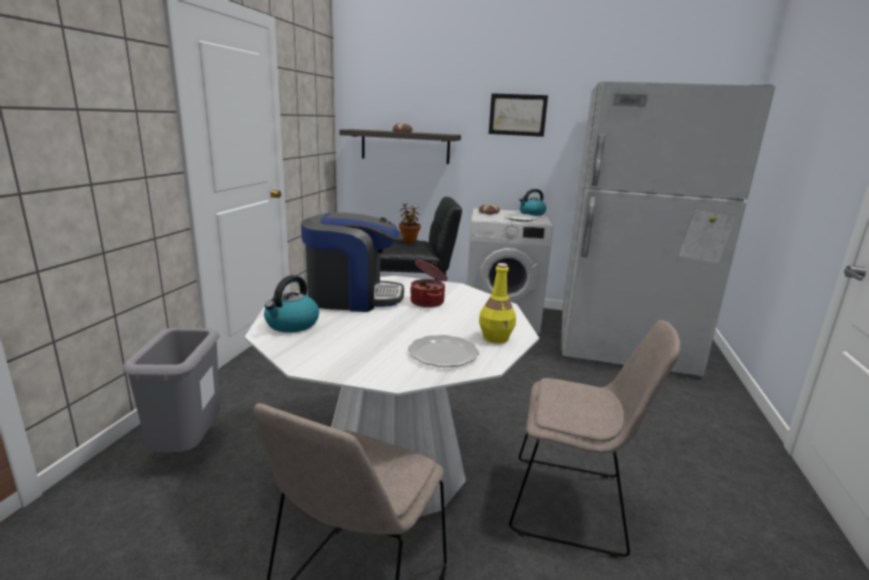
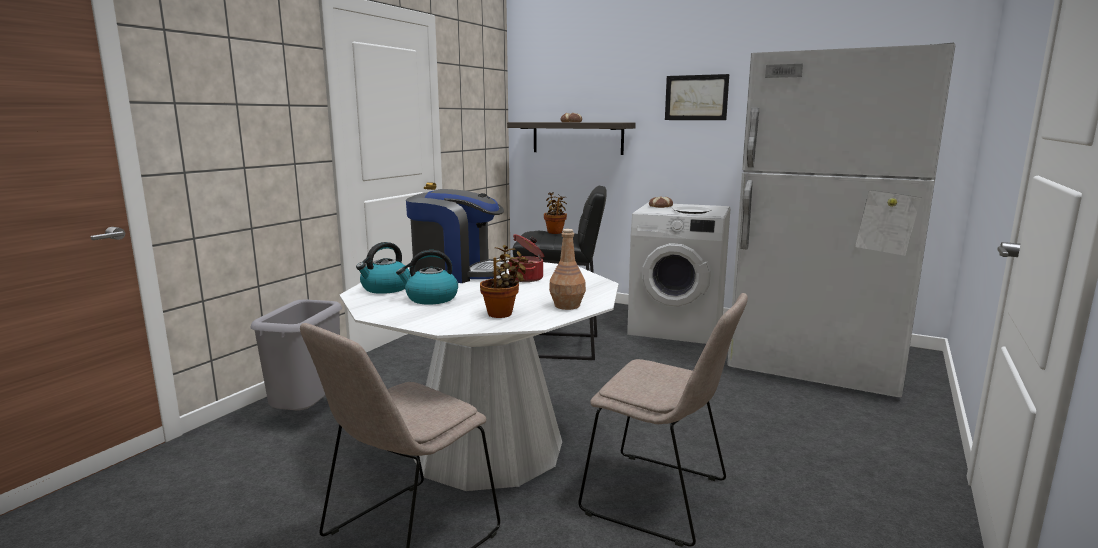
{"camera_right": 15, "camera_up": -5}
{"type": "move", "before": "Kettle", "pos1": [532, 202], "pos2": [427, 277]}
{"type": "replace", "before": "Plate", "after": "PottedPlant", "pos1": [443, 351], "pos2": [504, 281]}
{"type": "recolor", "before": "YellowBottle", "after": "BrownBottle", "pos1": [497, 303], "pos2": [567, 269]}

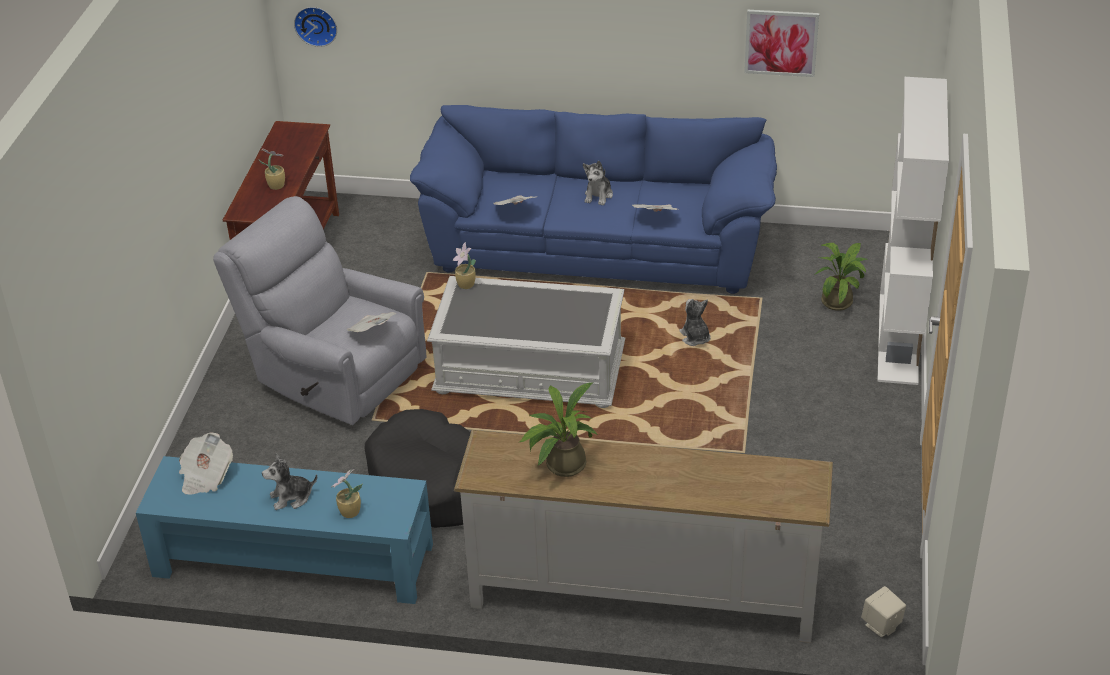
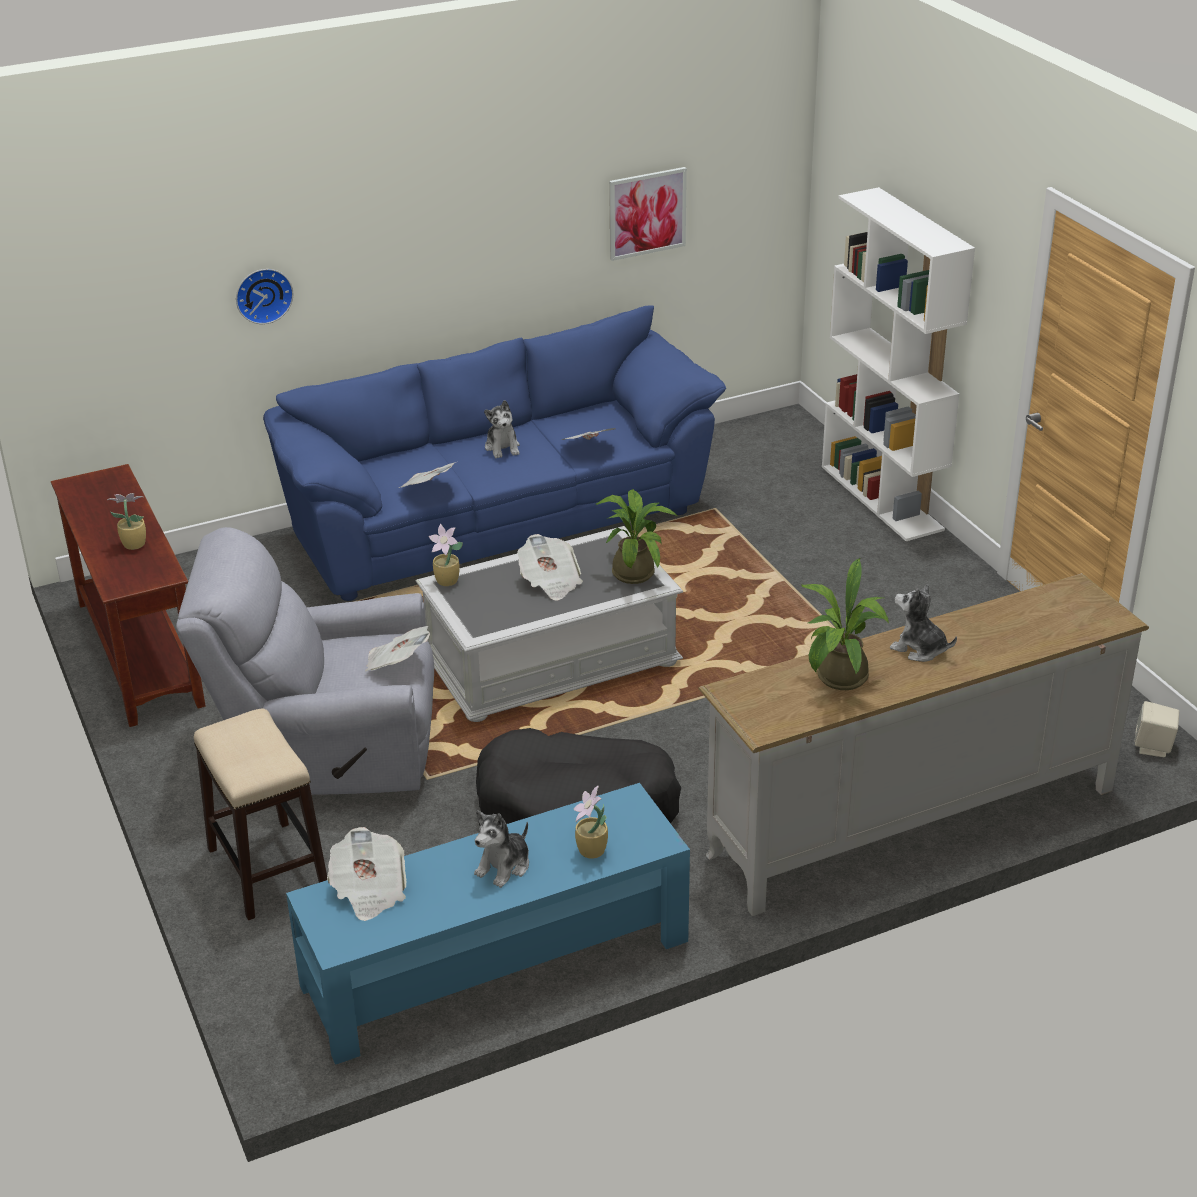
{"camera_right": -35, "camera_up": -5}
{"type": "insert", "after": "Stool", "pos2": [260, 814]}
{"type": "move", "before": "WallClock", "pos1": [315, 27], "pos2": [264, 296]}
{"type": "insert", "after": "Newspaper", "pos2": [550, 567]}
{"type": "move", "before": "PottedPlant", "pos1": [840, 277], "pos2": [636, 536]}
{"type": "move", "before": "PlushToy", "pos1": [695, 322], "pos2": [923, 623]}

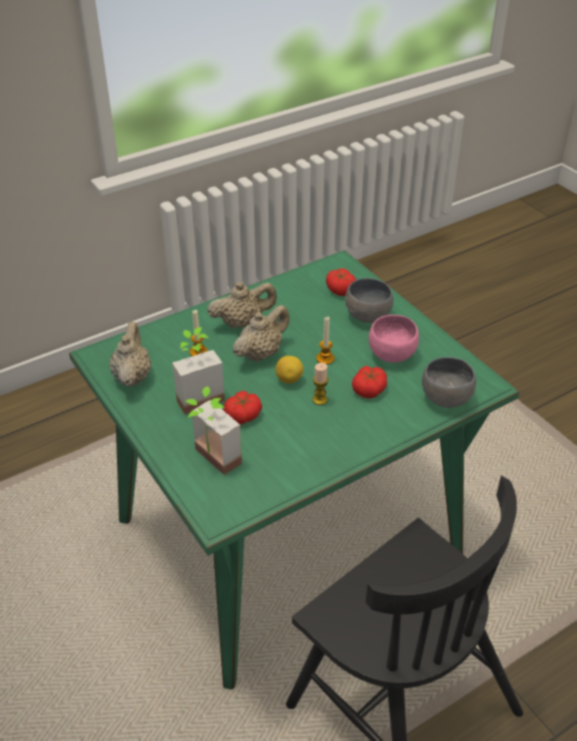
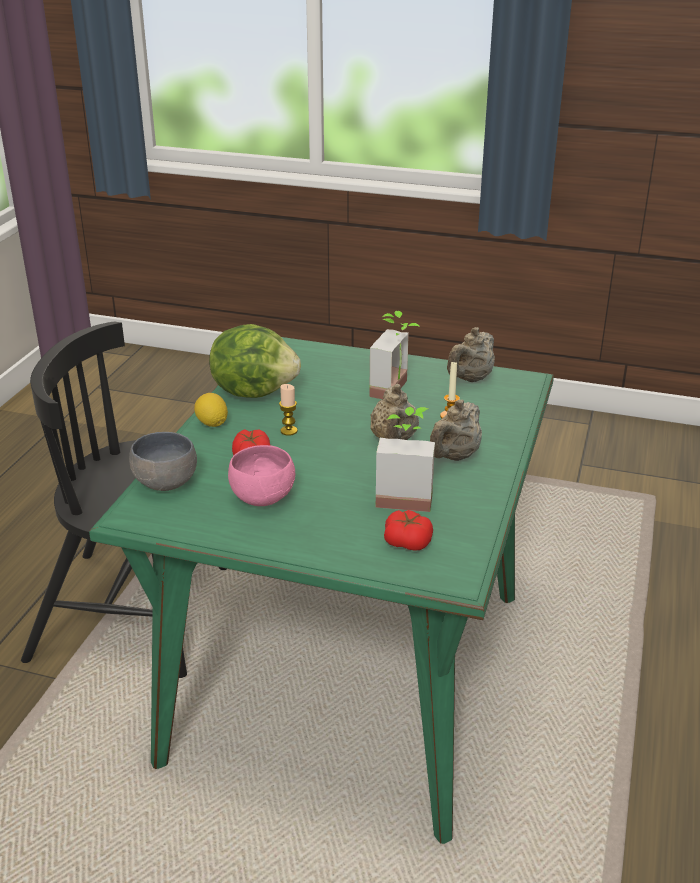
{"camera_right": 140, "camera_up": -10}
{"type": "move", "before": "Lemon", "pos1": [289, 370], "pos2": [211, 410]}
{"type": "insert", "after": "Lettuce", "pos2": [255, 361]}
{"type": "move", "before": "PottedPlant", "pos1": [213, 430], "pos2": [405, 459]}
{"type": "rotate", "before": "BeigeTeapot", "pos1": [130, 354], "pos2": [471, 354], "turn": 75}
{"type": "delete", "before": "Tomato", "pos1": [242, 408]}
{"type": "delete", "before": "Candle", "pos1": [325, 340]}
{"type": "delete", "before": "GreyBowl", "pos1": [369, 300]}

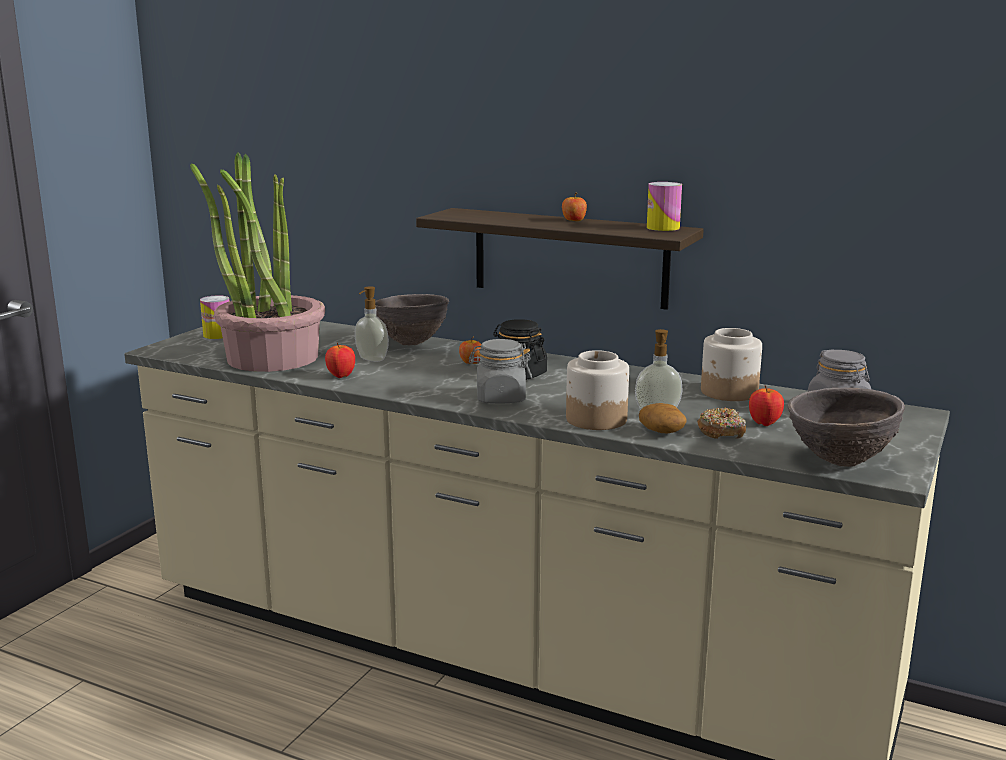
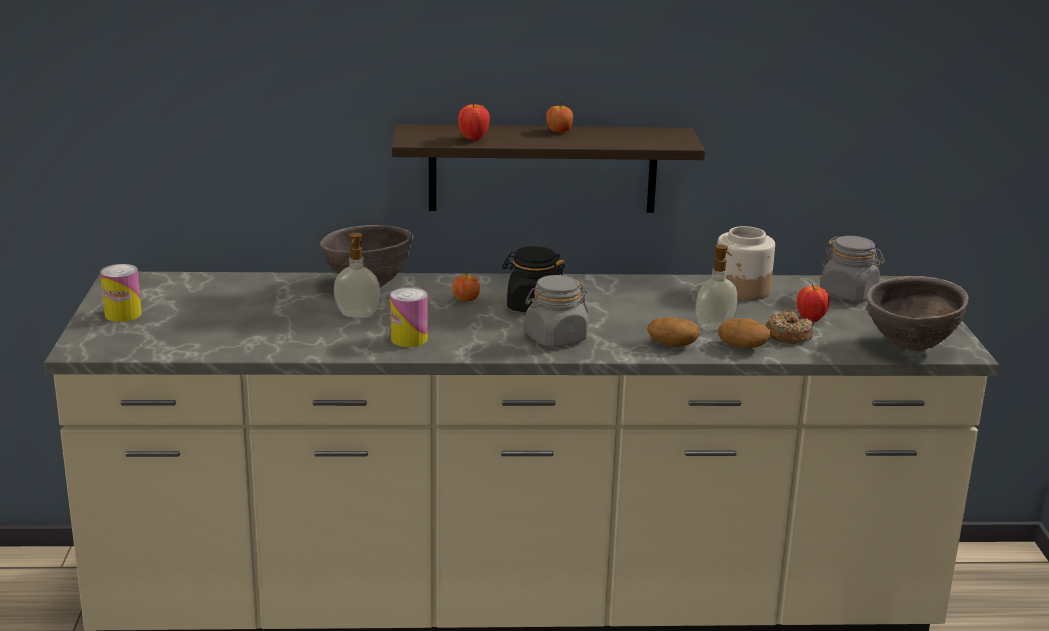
{"camera_right": -30, "camera_up": 5}
{"type": "move", "before": "Can", "pos1": [664, 206], "pos2": [409, 317]}
{"type": "move", "before": "Apple", "pos1": [340, 360], "pos2": [474, 121]}
{"type": "replace", "before": "Jar", "after": "Potato", "pos1": [597, 390], "pos2": [673, 332]}
{"type": "delete", "before": "PottedPlant", "pos1": [257, 262]}

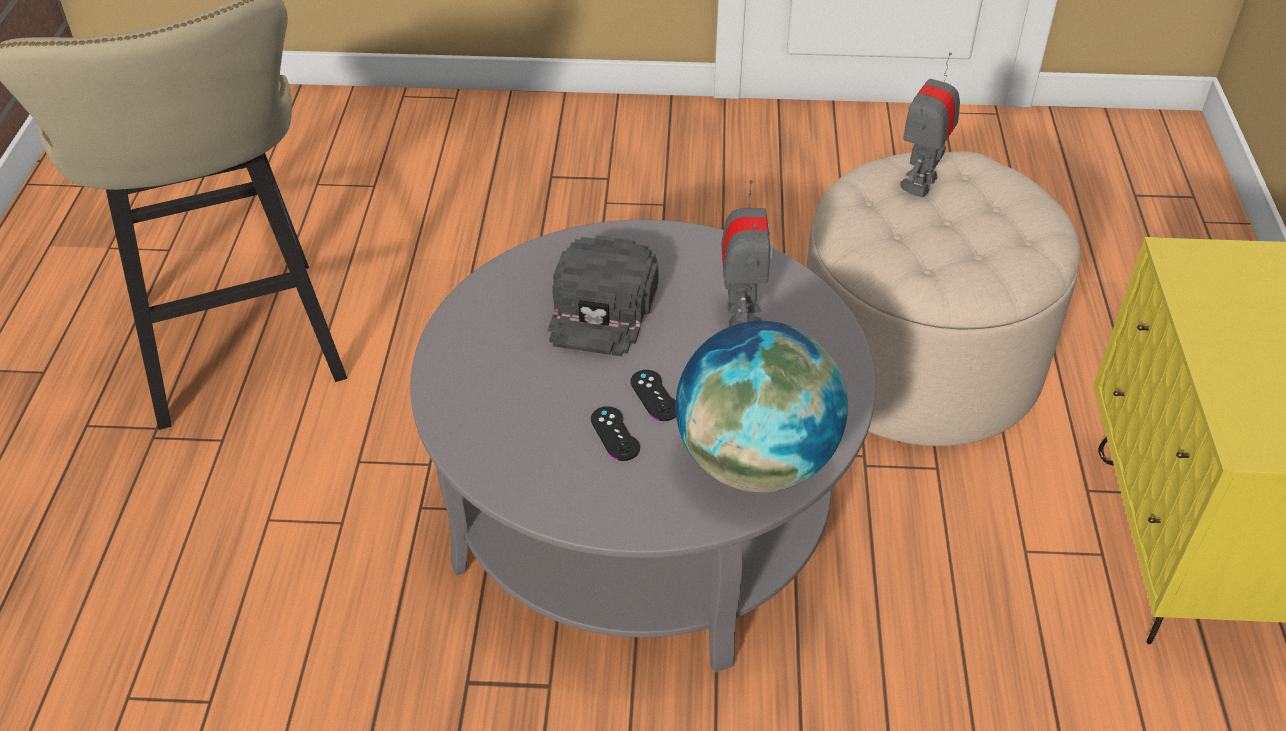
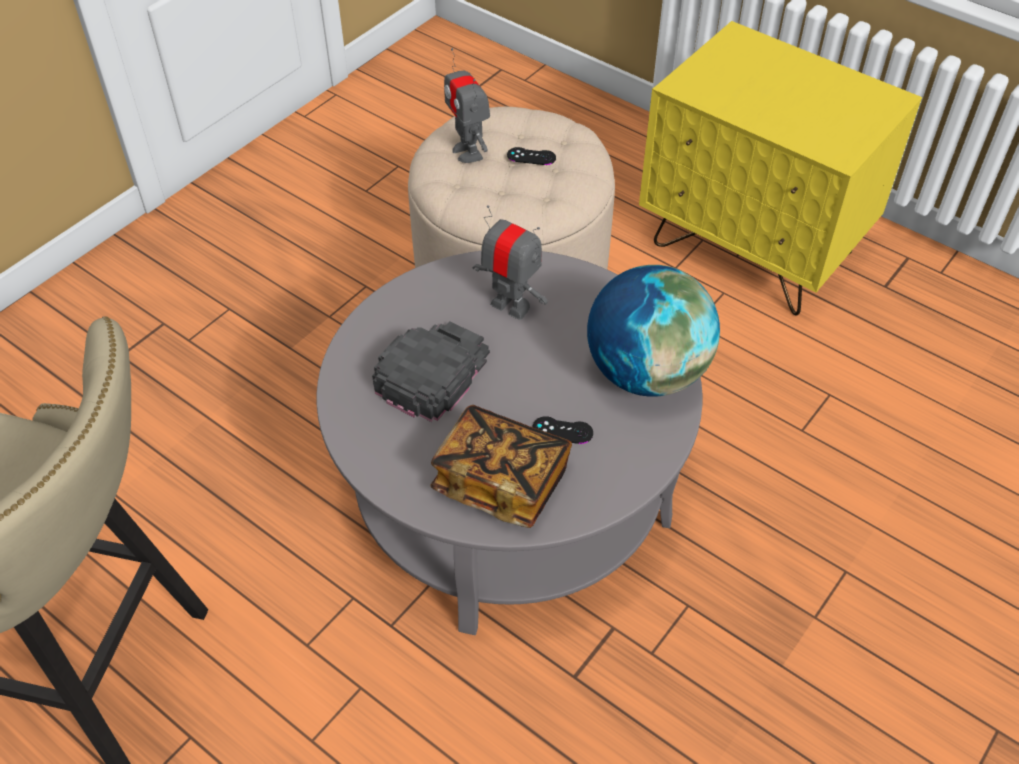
{"camera_right": -55, "camera_up": 5}
{"type": "rotate", "before": "BlackCap", "pos1": [603, 296], "pos2": [431, 371], "turn": -105}
{"type": "insert", "after": "Book", "pos2": [501, 466]}
{"type": "move", "before": "BlackGameController", "pos1": [653, 395], "pos2": [531, 156]}

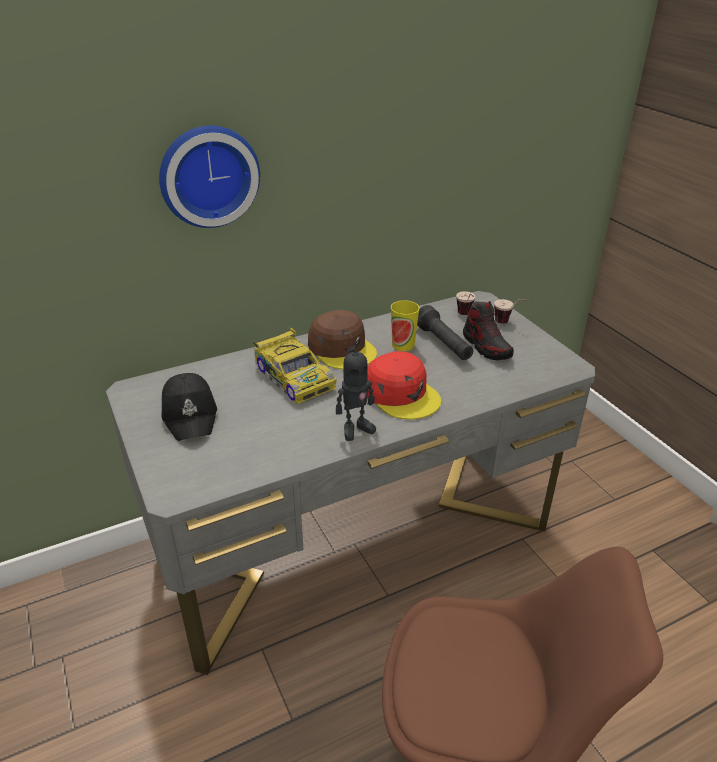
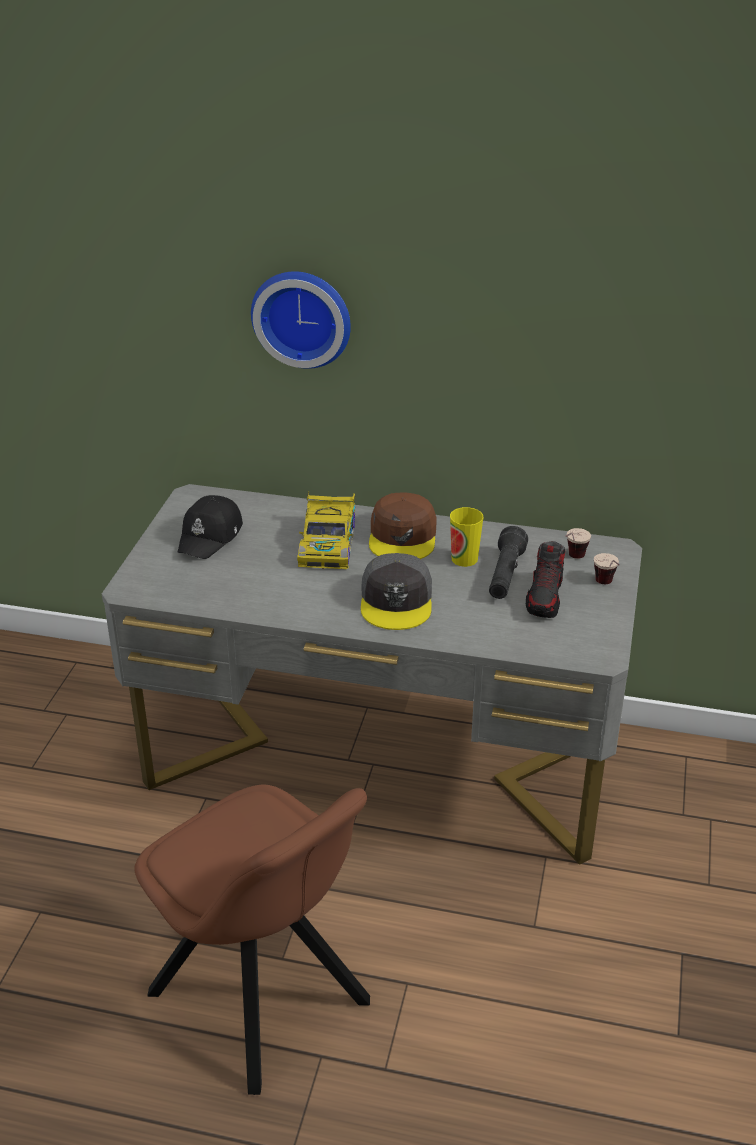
{"camera_right": 40, "camera_up": 0}
{"type": "recolor", "before": "RedCap", "after": "GreyCap", "pos1": [404, 385], "pos2": [396, 591]}
{"type": "delete", "before": "ToyRobot", "pos1": [356, 391]}

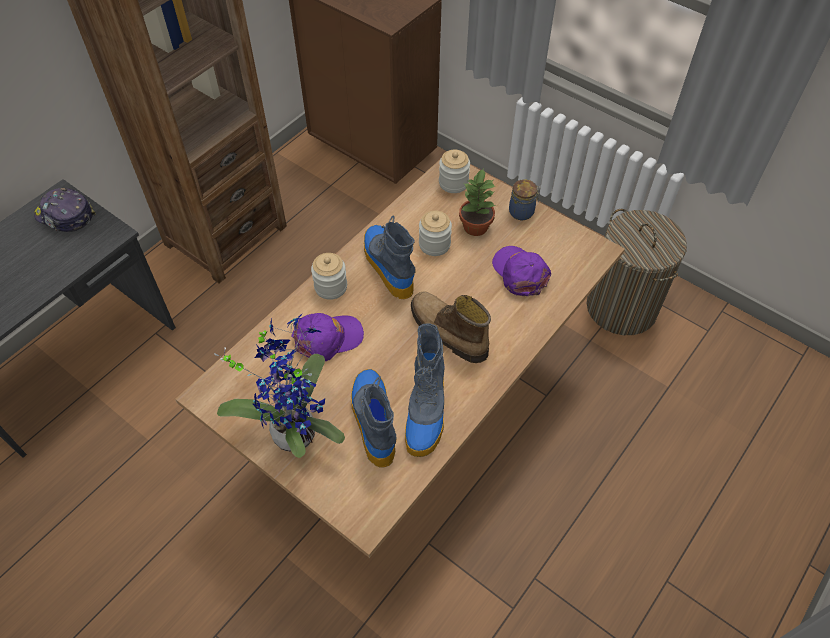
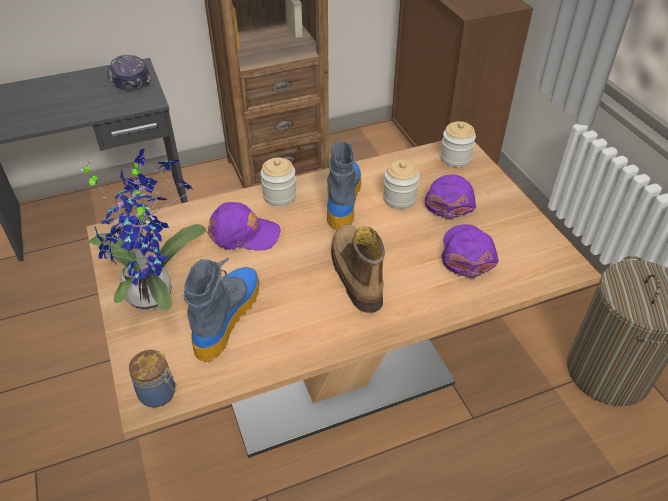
{"camera_right": 30, "camera_up": -10}
{"type": "move", "before": "Jar", "pos1": [524, 199], "pos2": [153, 379]}
{"type": "replace", "before": "PottedPlant", "after": "PurpleCap", "pos1": [477, 202], "pos2": [450, 197]}
{"type": "delete", "before": "Boot", "pos1": [425, 390]}

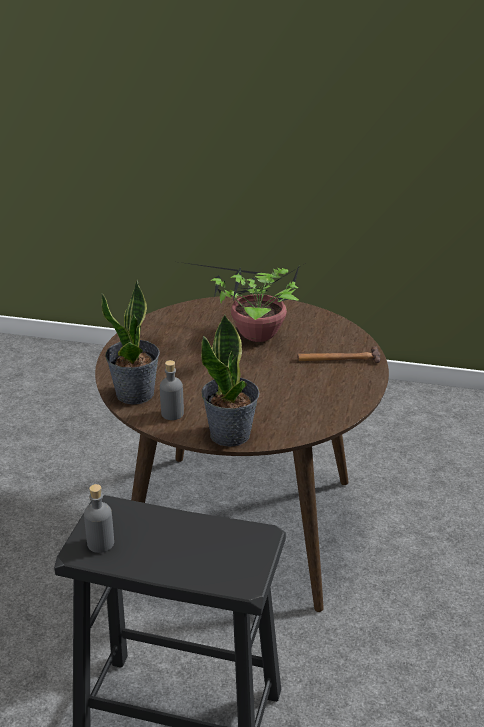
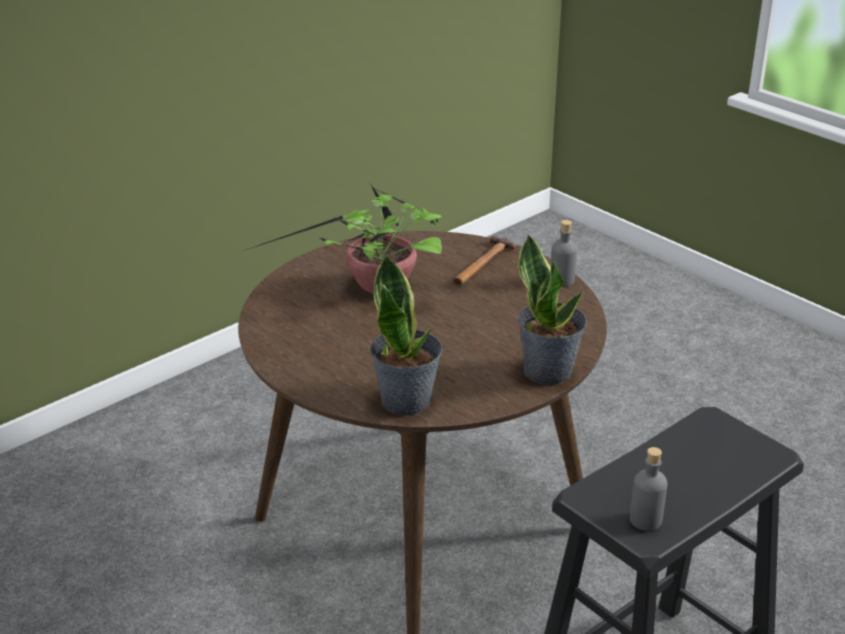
{"camera_right": -55, "camera_up": 0}
{"type": "move", "before": "GreyBottle", "pos1": [172, 390], "pos2": [563, 253]}

